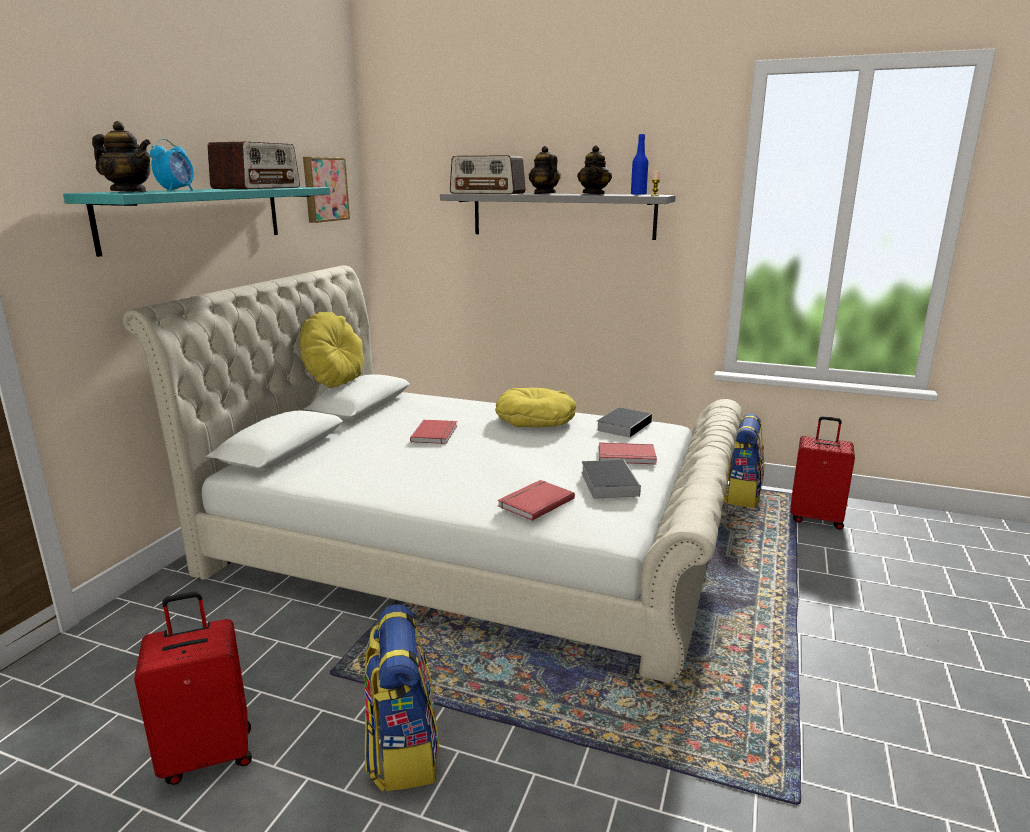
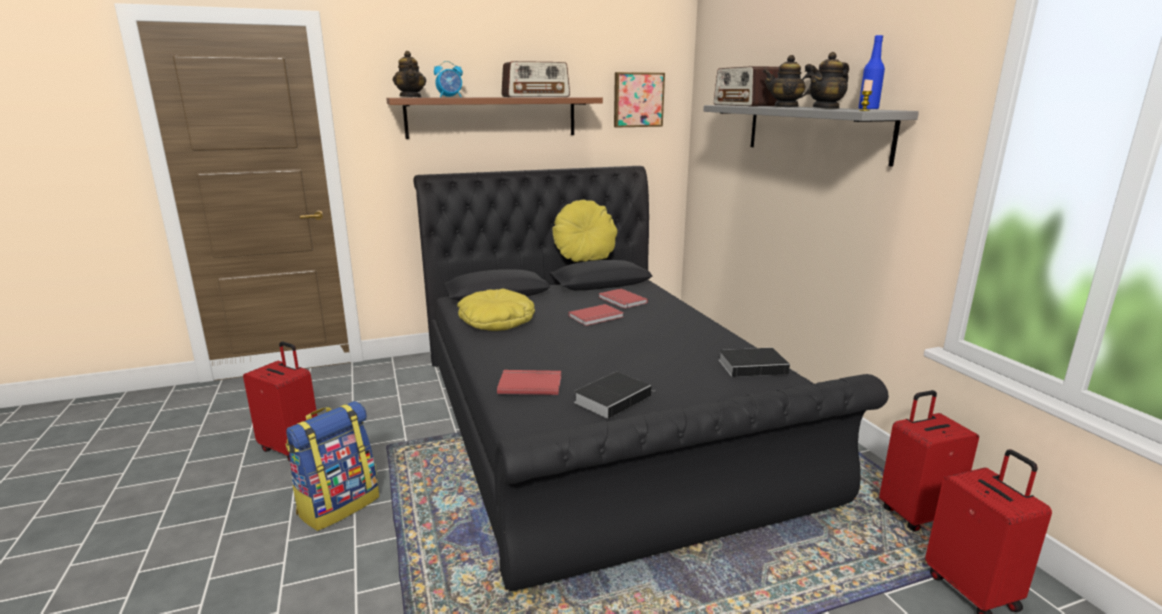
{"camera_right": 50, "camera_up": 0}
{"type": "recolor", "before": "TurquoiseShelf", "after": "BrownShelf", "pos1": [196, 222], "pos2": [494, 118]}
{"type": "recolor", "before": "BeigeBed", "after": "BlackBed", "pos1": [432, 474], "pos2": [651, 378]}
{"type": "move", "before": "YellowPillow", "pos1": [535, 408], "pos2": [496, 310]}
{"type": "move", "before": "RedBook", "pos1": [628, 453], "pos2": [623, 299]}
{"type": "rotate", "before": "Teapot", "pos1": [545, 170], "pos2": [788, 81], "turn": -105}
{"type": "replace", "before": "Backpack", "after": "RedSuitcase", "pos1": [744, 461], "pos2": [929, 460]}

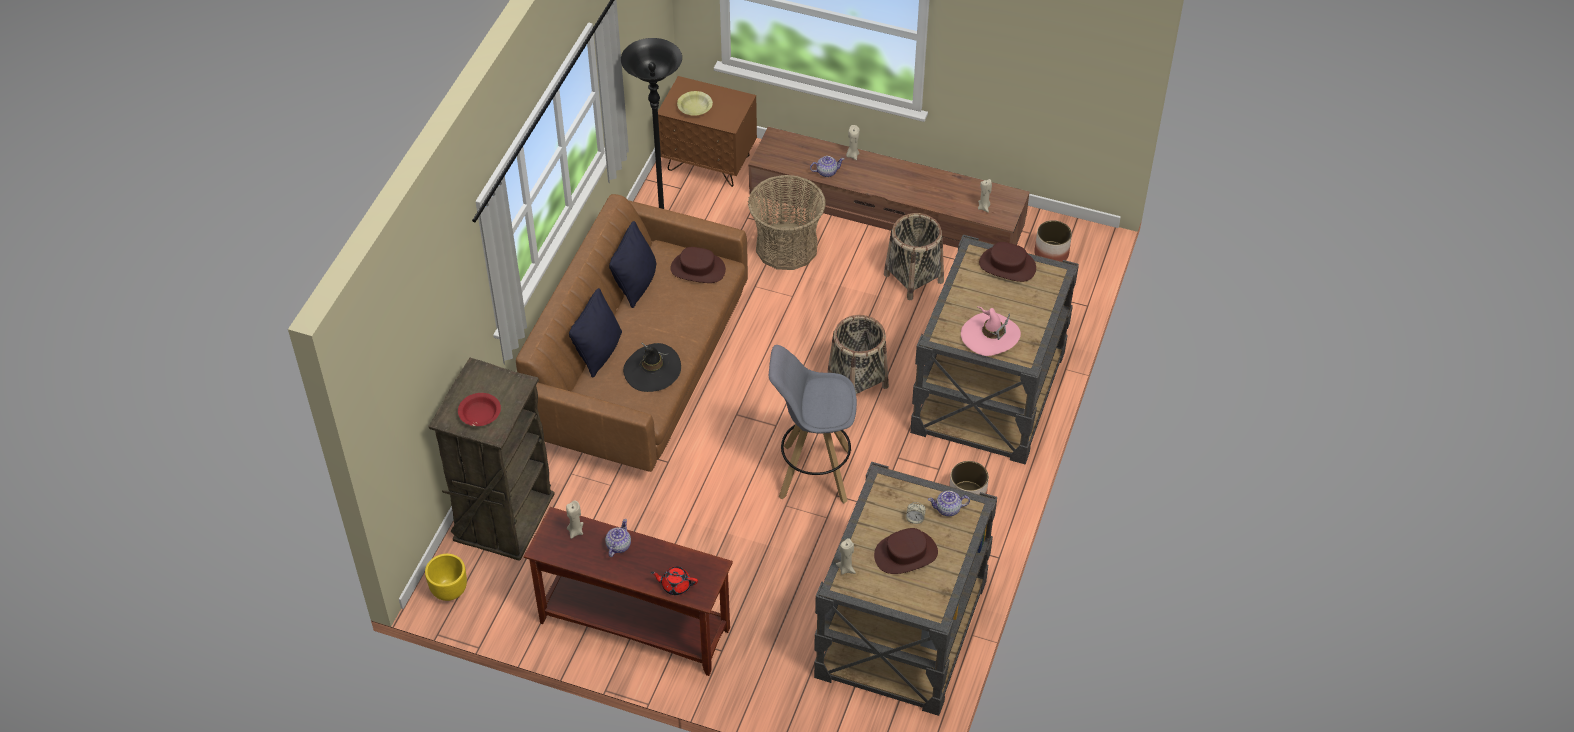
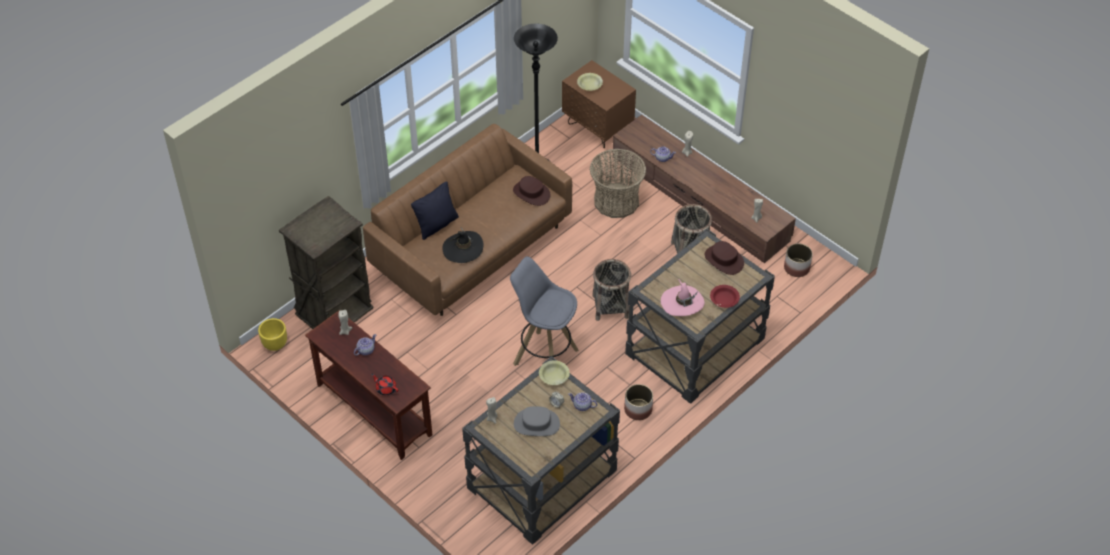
{"camera_right": 25, "camera_up": 0}
{"type": "recolor", "before": "BrownHat", "after": "GreyHat", "pos1": [906, 551], "pos2": [537, 421]}
{"type": "insert", "after": "YellowBowl", "pos2": [554, 372]}
{"type": "move", "before": "RedBowl", "pos1": [479, 409], "pos2": [725, 296]}
{"type": "delete", "before": "BlackPillow", "pos1": [633, 264]}

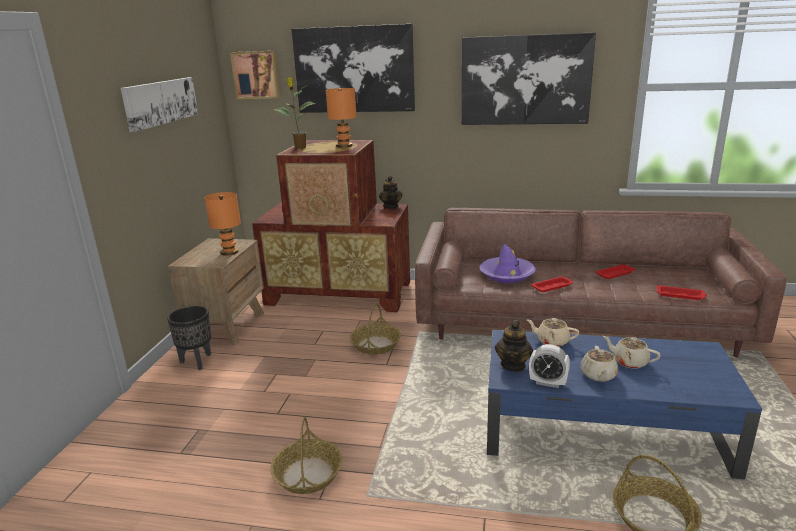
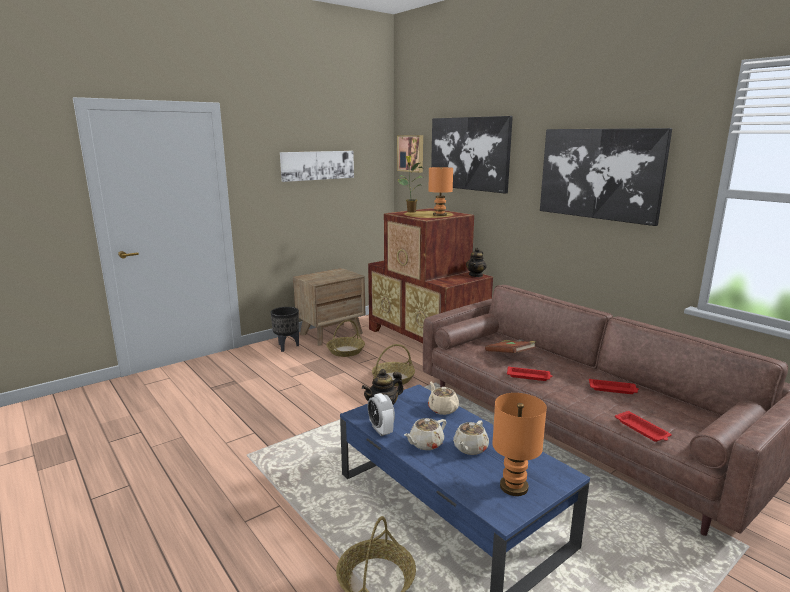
{"camera_right": 40, "camera_up": -5}
{"type": "move", "before": "Basket", "pos1": [306, 455], "pos2": [345, 338]}
{"type": "rotate", "before": "BeigeTeapot", "pos1": [632, 352], "pos2": [471, 437], "turn": -135}
{"type": "replace", "before": "PurpleHat", "after": "BrownBook", "pos1": [507, 263], "pos2": [510, 346]}
{"type": "move", "before": "OrangeTableLamp", "pos1": [223, 224], "pos2": [519, 444]}

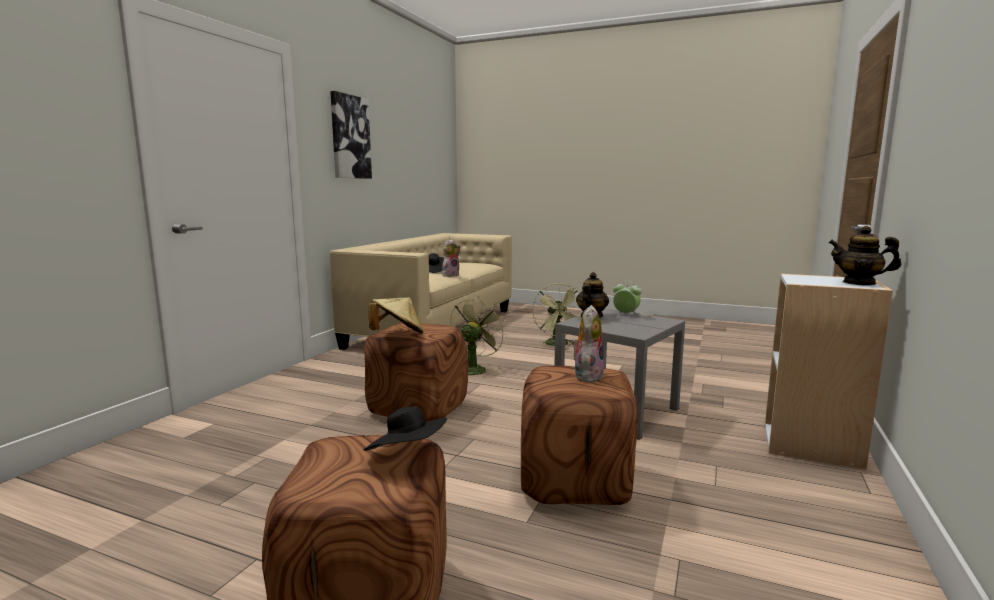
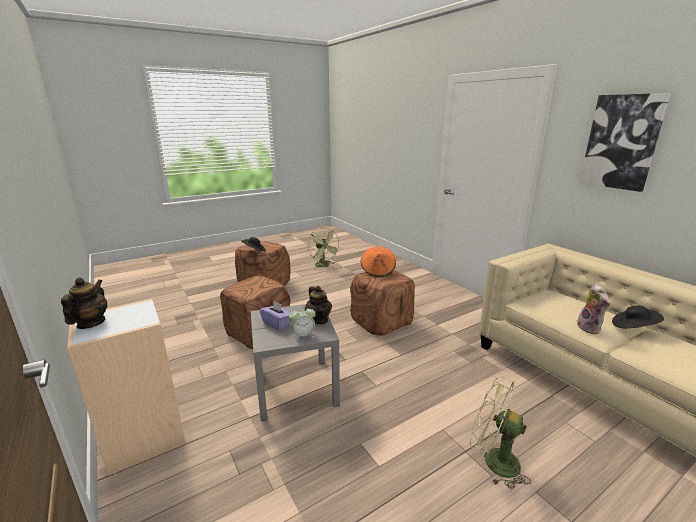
{"camera_right": 125, "camera_up": 10}
{"type": "rotate", "before": "Teapot", "pos1": [865, 256], "pos2": [84, 303], "turn": -60}
{"type": "insert", "after": "PurpleTissueBox", "pos2": [275, 315]}
{"type": "move", "before": "GreenFan", "pos1": [478, 336], "pos2": [323, 248]}
{"type": "recolor", "before": "BeigeHat", "after": "OrangeHat", "pos1": [396, 315], "pos2": [378, 261]}
{"type": "delete", "before": "PlushToy", "pos1": [588, 343]}

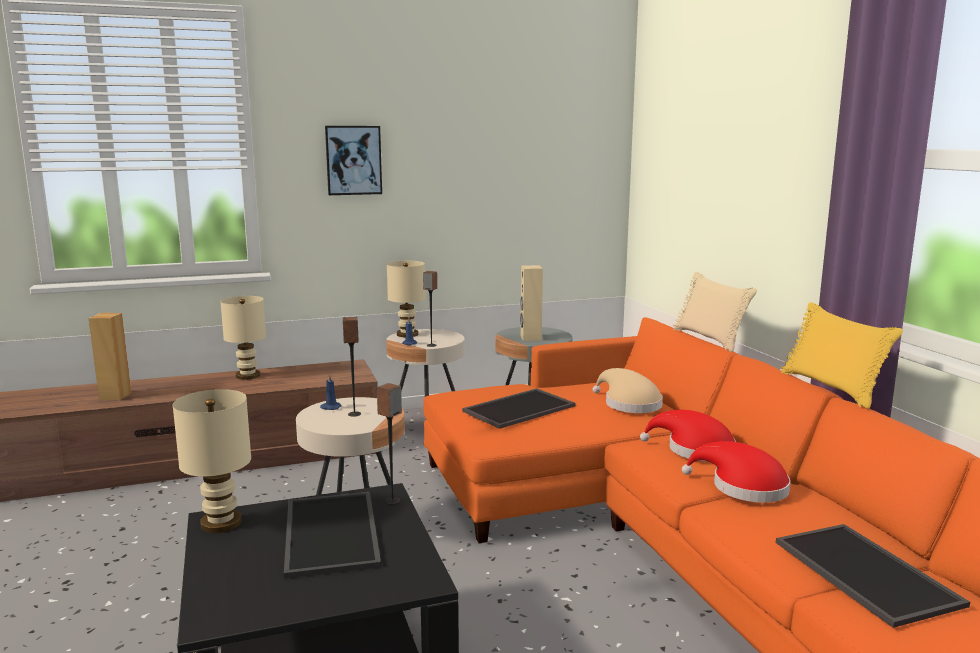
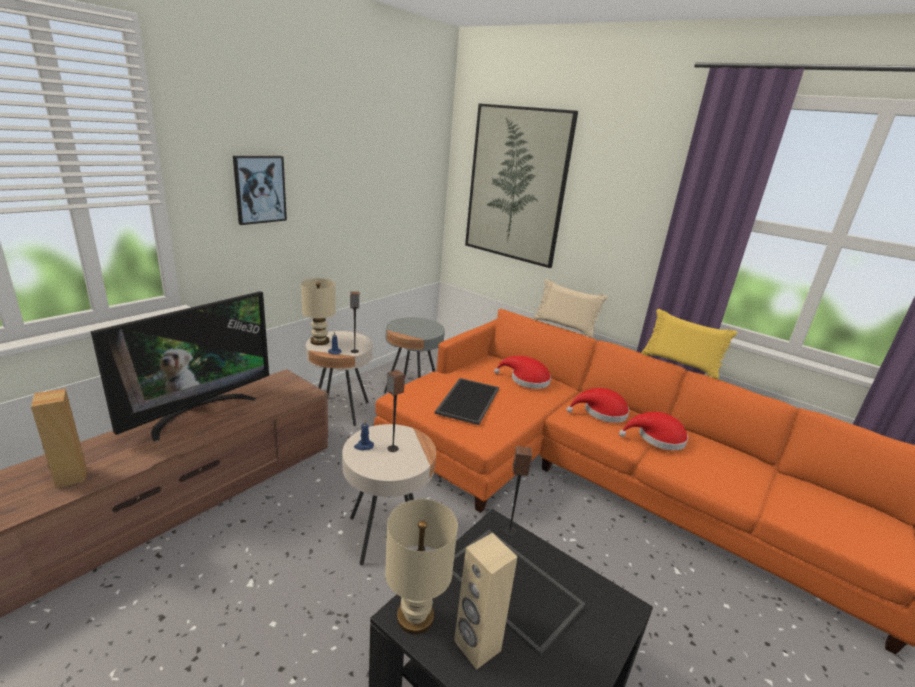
{"camera_right": -35, "camera_up": 10}
{"type": "replace", "before": "BeigeTableLamp", "after": "Television", "pos1": [243, 338], "pos2": [180, 366]}
{"type": "move", "before": "BeigeSpeaker", "pos1": [531, 303], "pos2": [485, 601]}
{"type": "insert", "after": "Picture", "pos2": [521, 185]}
{"type": "recolor", "before": "BeigeHat", "after": "RedHat", "pos1": [628, 390], "pos2": [522, 372]}
{"type": "delete", "before": "Tray", "pos1": [873, 576]}

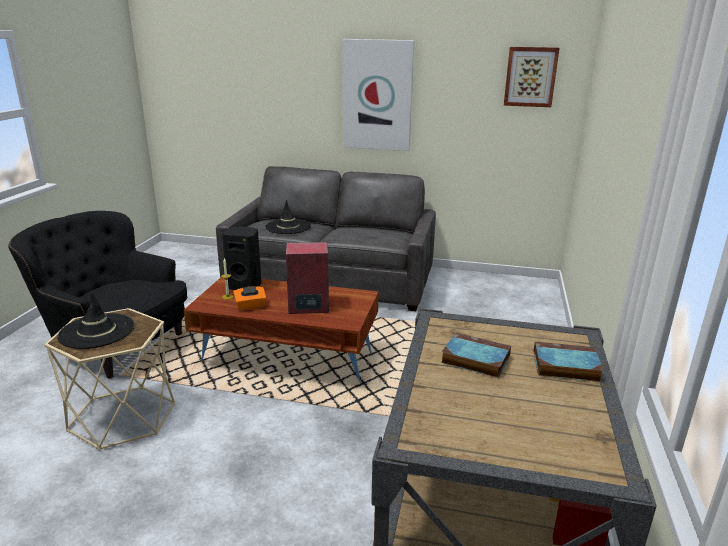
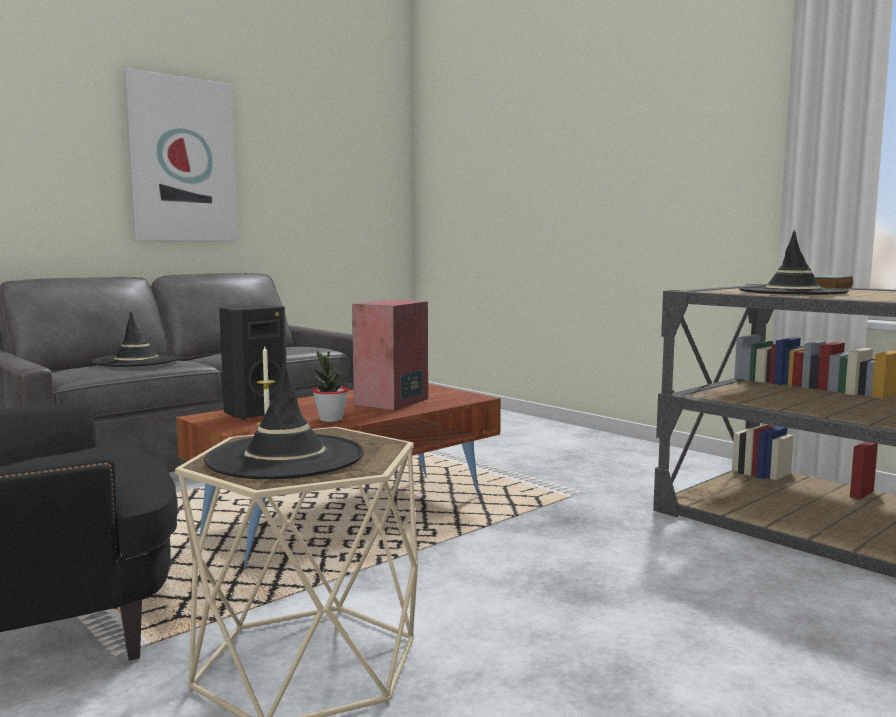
{"camera_right": -55, "camera_up": -15}
{"type": "replace", "before": "OrangeTissueBox", "after": "PottedPlant", "pos1": [249, 298], "pos2": [331, 386]}
{"type": "replace", "before": "Book", "after": "BlackHat", "pos1": [476, 355], "pos2": [794, 262]}
{"type": "delete", "before": "Picture", "pos1": [532, 77]}

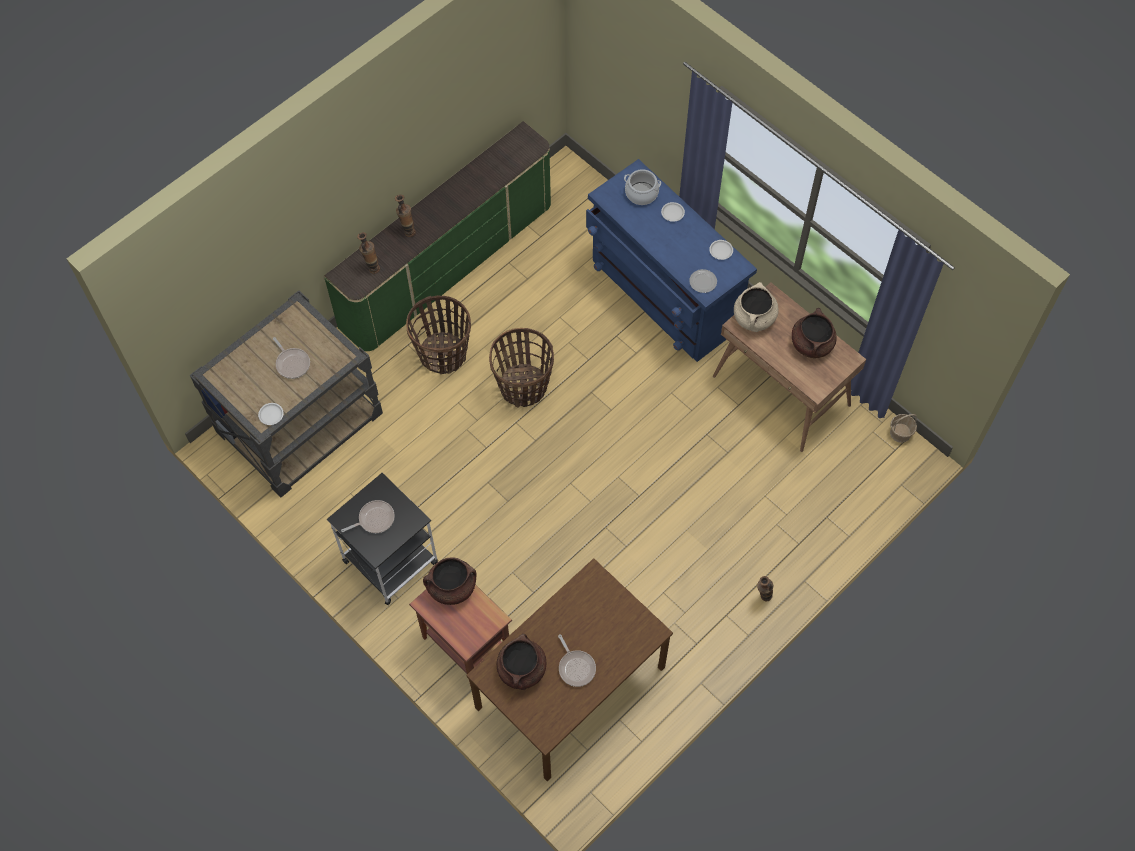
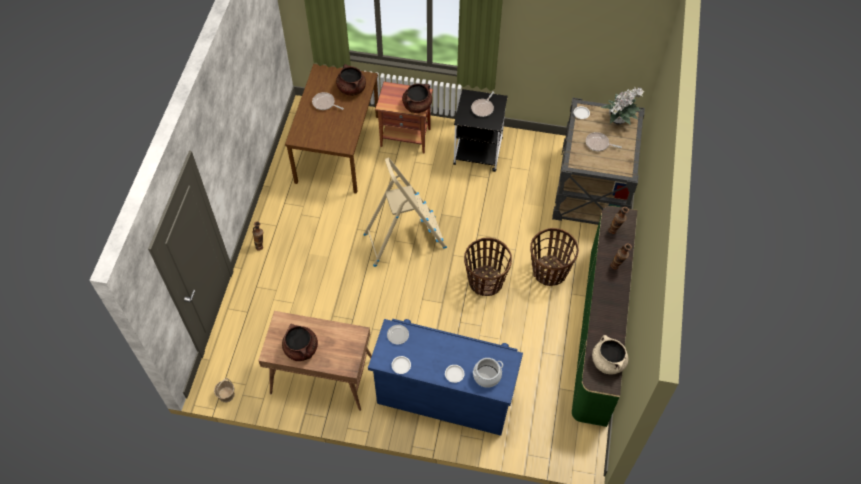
{"camera_right": 145, "camera_up": -5}
{"type": "insert", "after": "BeigeStepLadder", "pos2": [405, 212]}
{"type": "move", "before": "BeigeCookingPot", "pos1": [756, 307], "pos2": [610, 354]}
{"type": "insert", "after": "PottedPlant", "pos2": [622, 106]}

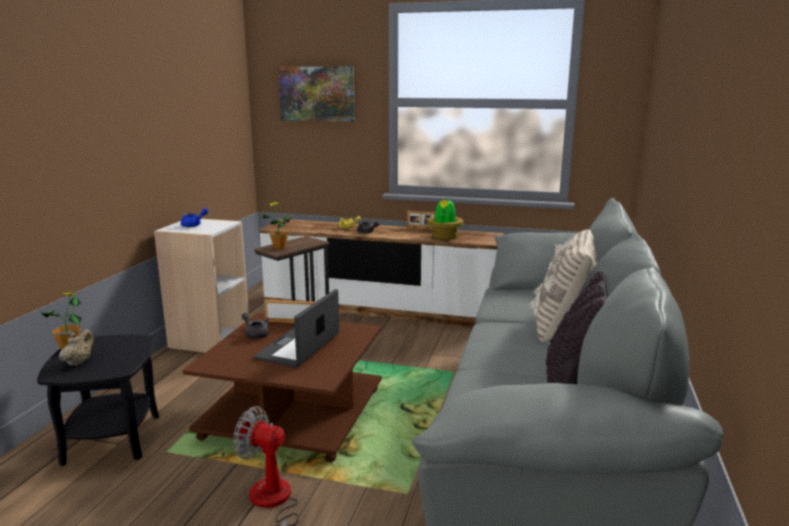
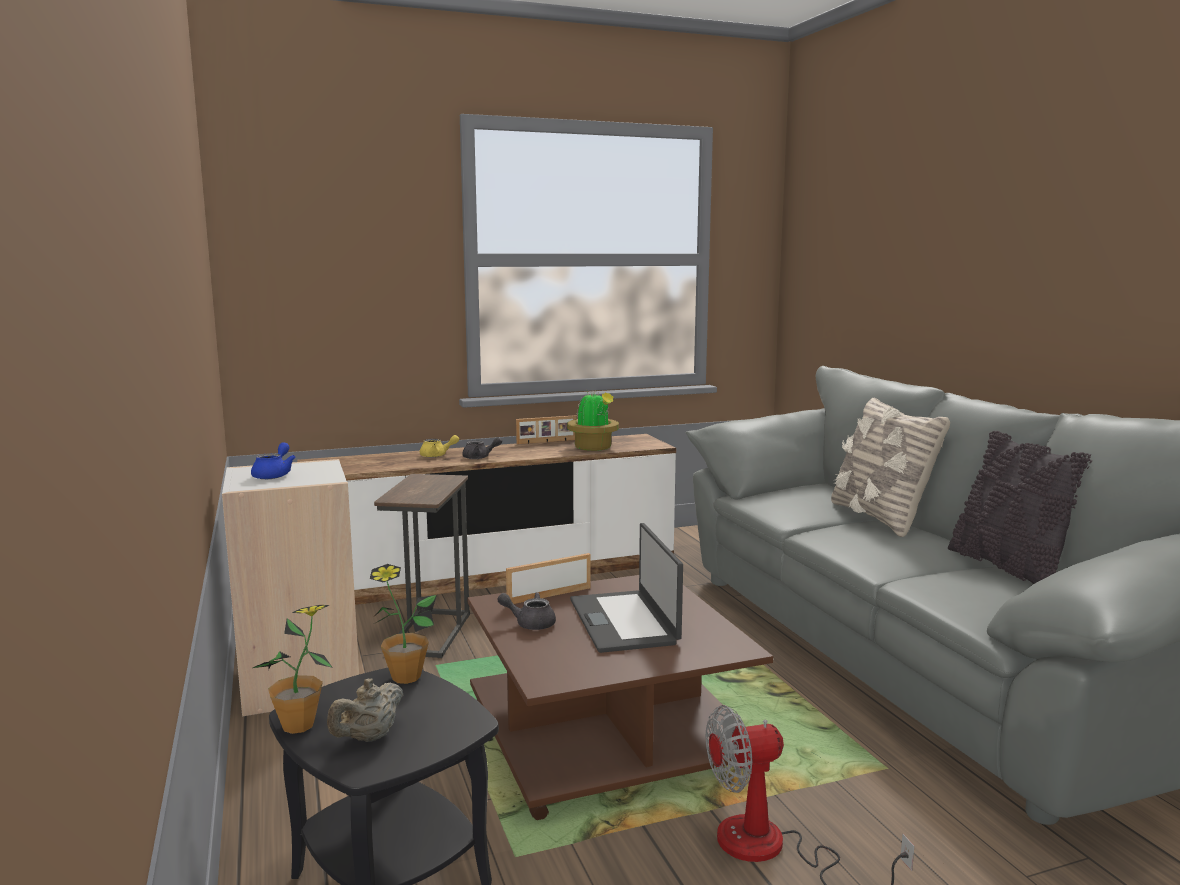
{"camera_right": -35, "camera_up": -5}
{"type": "rotate", "before": "BeigeTeapot", "pos1": [76, 348], "pos2": [365, 710], "turn": -120}
{"type": "move", "before": "PottedPlant", "pos1": [278, 225], "pos2": [403, 624]}
{"type": "delete", "before": "Picture", "pos1": [316, 94]}

